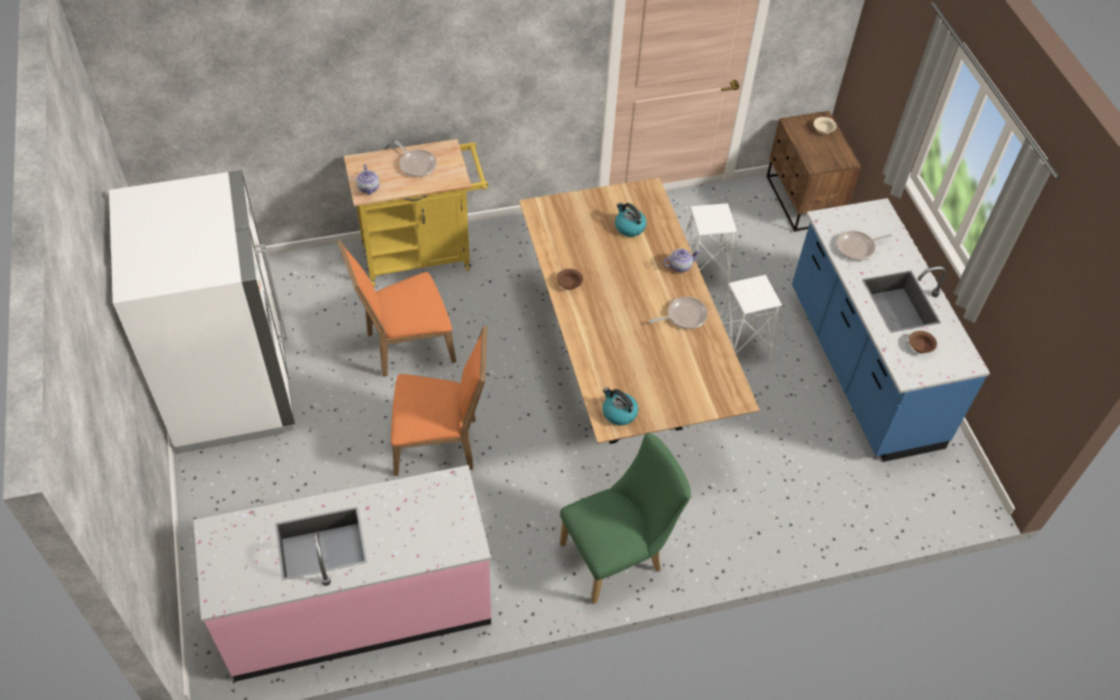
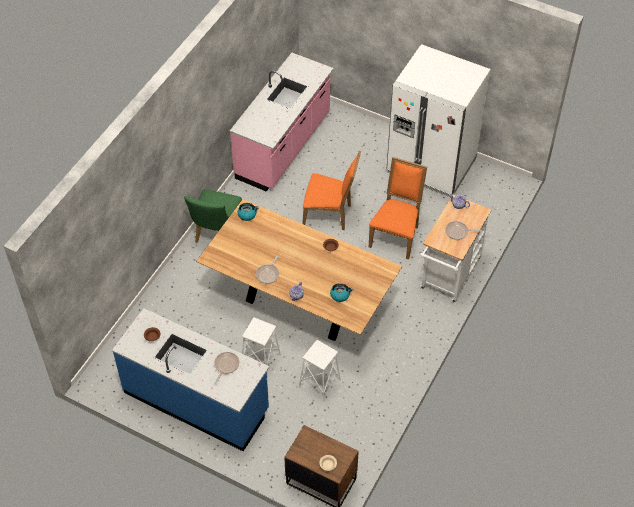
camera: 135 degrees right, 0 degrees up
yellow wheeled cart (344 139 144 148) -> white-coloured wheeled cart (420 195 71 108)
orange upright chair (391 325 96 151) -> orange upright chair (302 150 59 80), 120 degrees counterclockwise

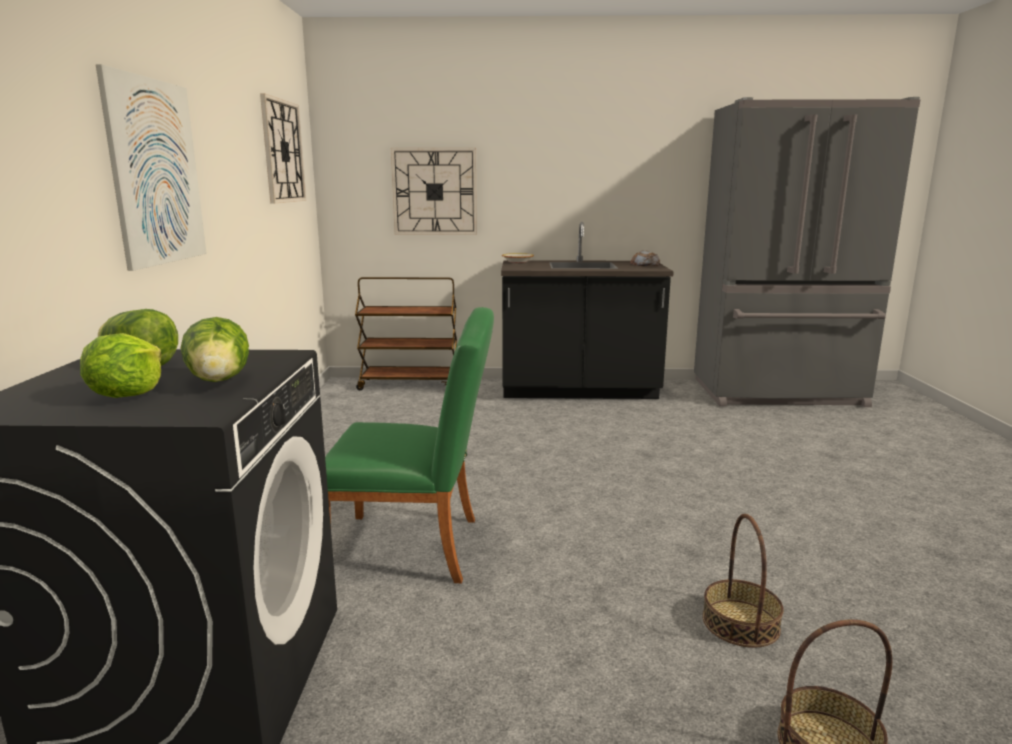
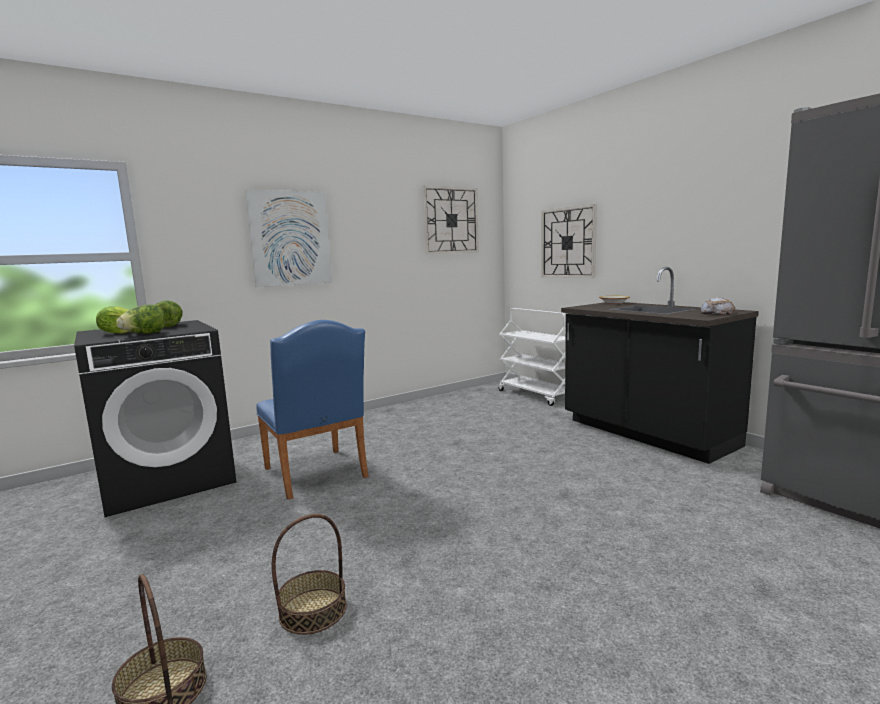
camera: 55 degrees right, 5 degrees down
brown wheeled cart (355 277 102 113) -> white-coloured wheeled cart (499 308 67 98)
green upright chair (325 307 169 276) -> blue-coloured upright chair (256 320 113 180)

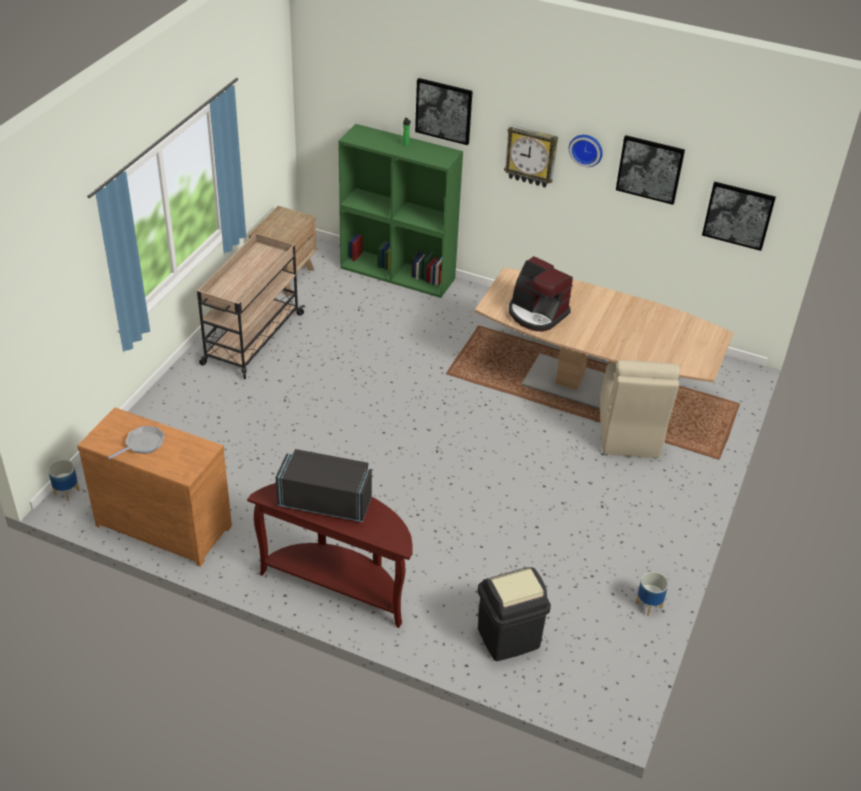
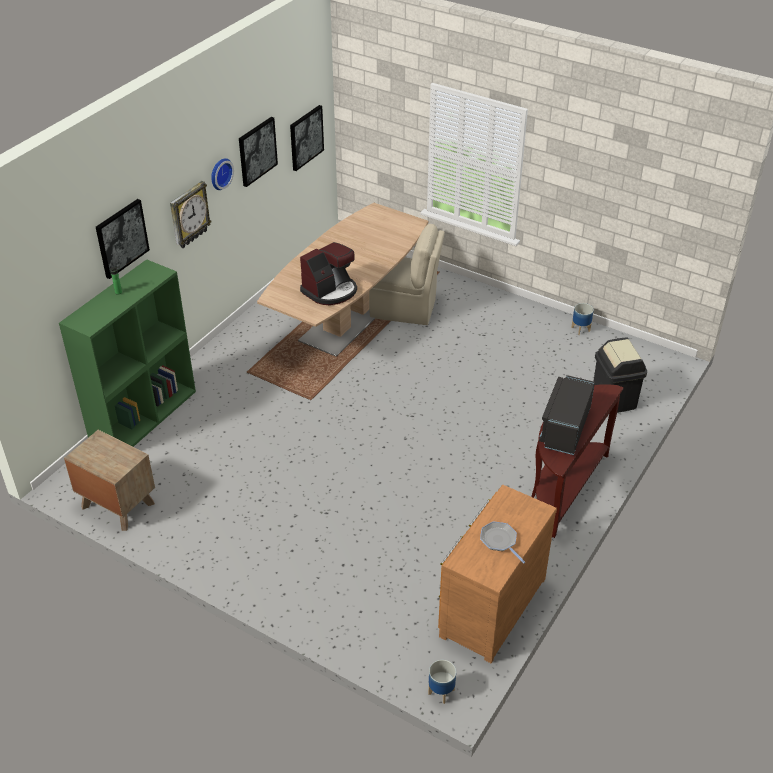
camera: 80 degrees left, 0 degrees up
sand-coloured wheeled cart (197 233 108 146) -> none

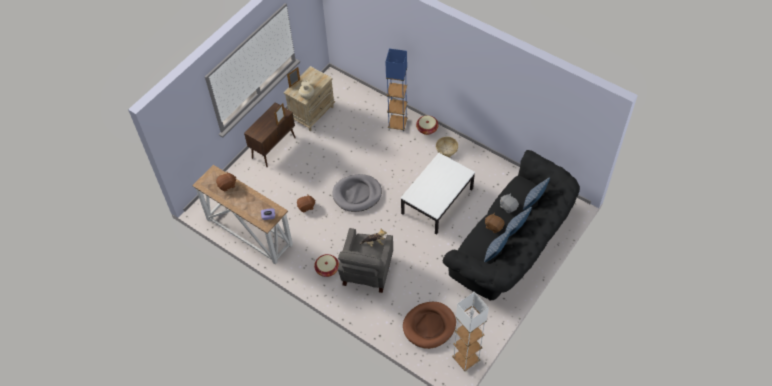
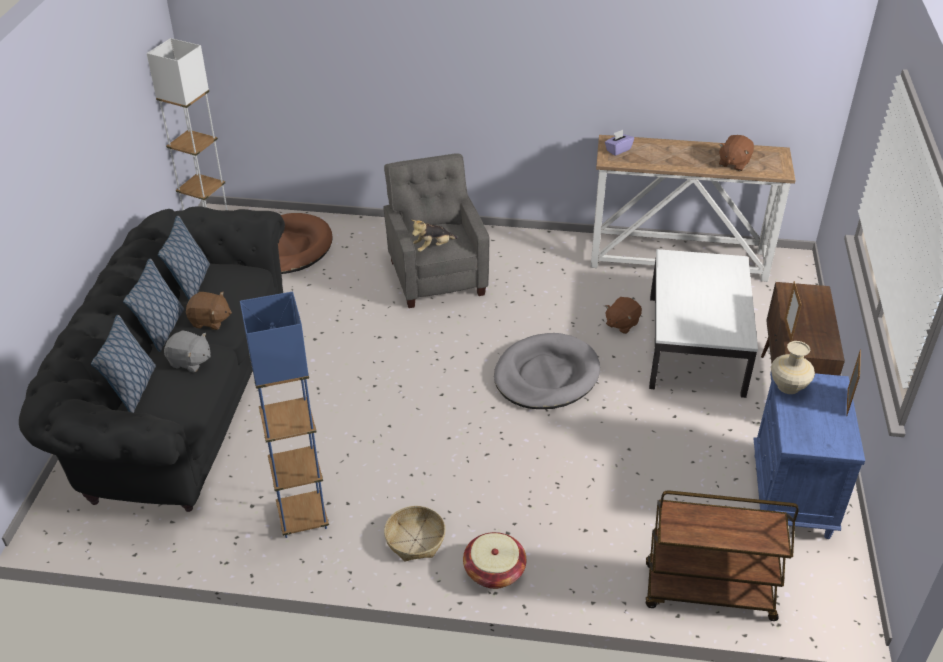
camera: 150 degrees right, 15 degrees down
blue-coloured standing lamp (385 48 23 83) -> blue-coloured standing lamp (240 291 89 247), move
sand-coloured nightstand (284 66 52 65) -> blue-coloured nightstand (753 373 112 166)
white-coloured coffee table (401 153 74 82) -> white-coloured coffee table (649 249 109 149), move
basket (314 254 25 23) -> none
none -> brown wheeled cart (646 491 153 130)

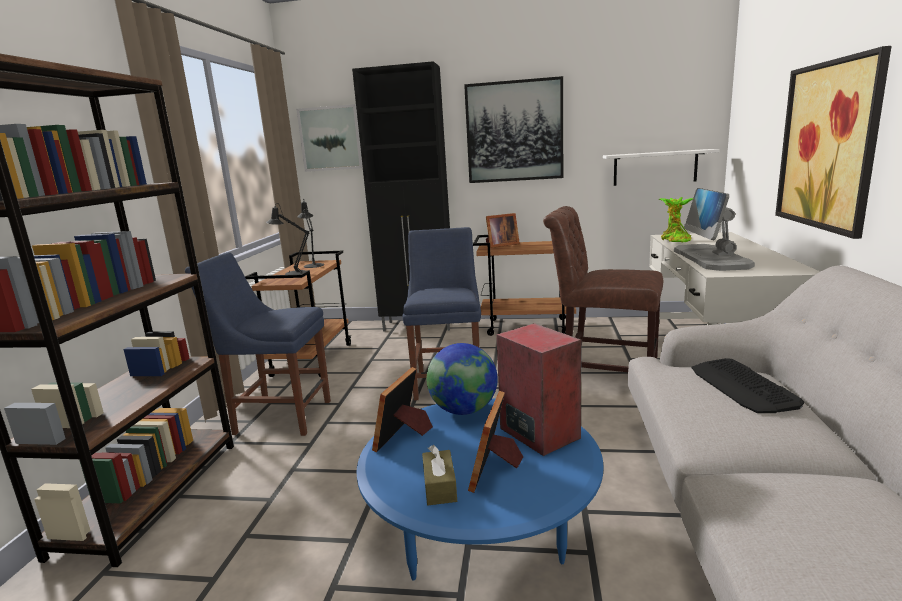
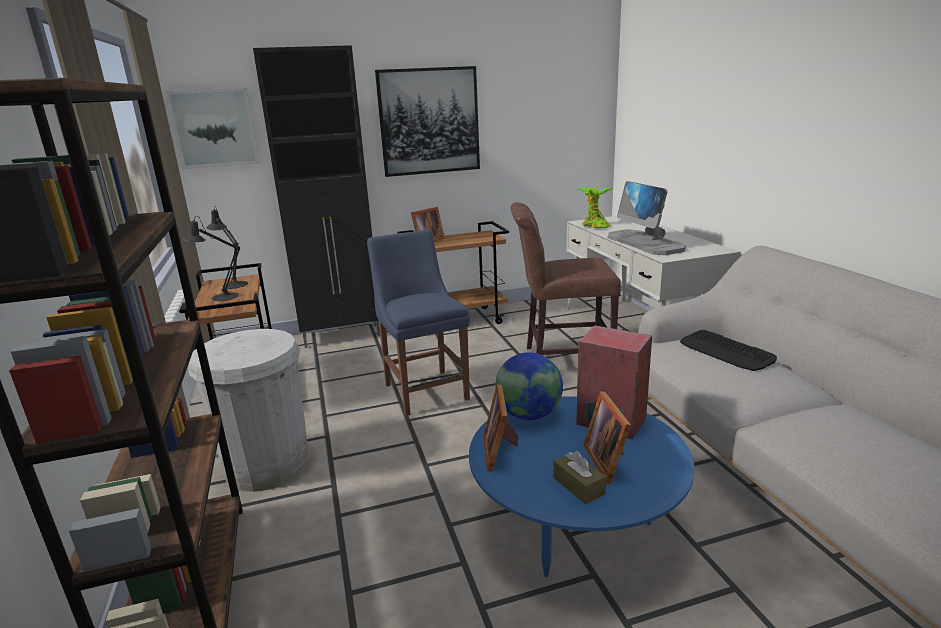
camera: 25 degrees left, 5 degrees up
wall picture (775 46 116 193) -> none
white-coloured bracket shelf (603 149 117 37) -> none
blue-coloured upright chair (185 252 146 184) -> white-coloured waste bin (188 329 121 163)

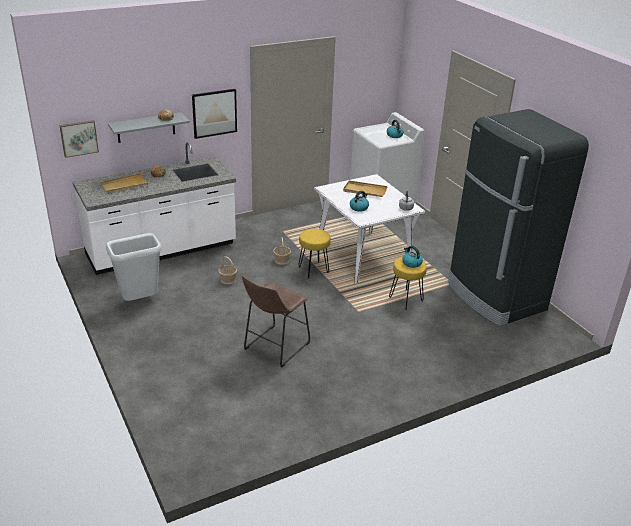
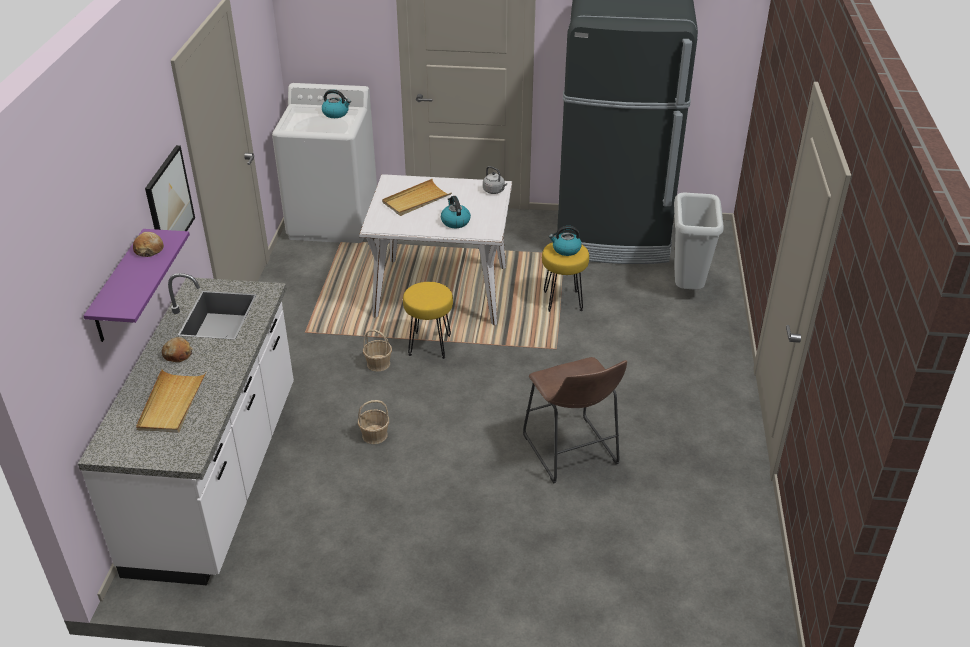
camera: 55 degrees left, 5 degrees up
greyish bracket shelf (108 112 82 31) -> purple bracket shelf (83 229 107 113)
wall picture (59 120 40 38) -> none
greyish waste bin (106 233 56 68) -> greyish waste bin (674 193 50 97), move

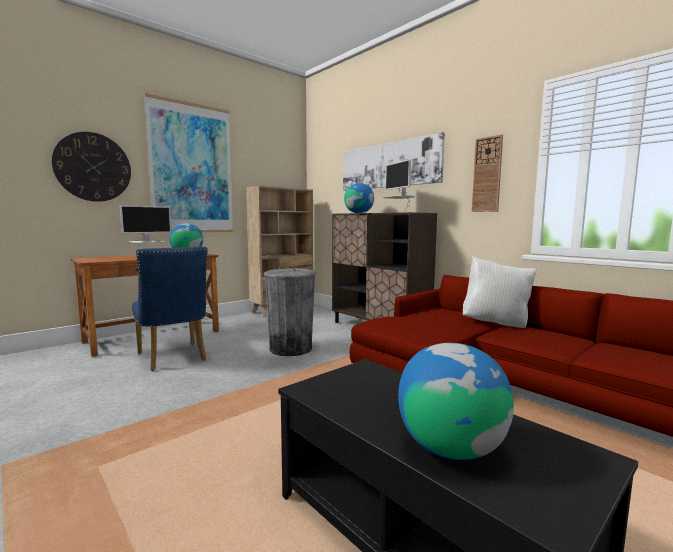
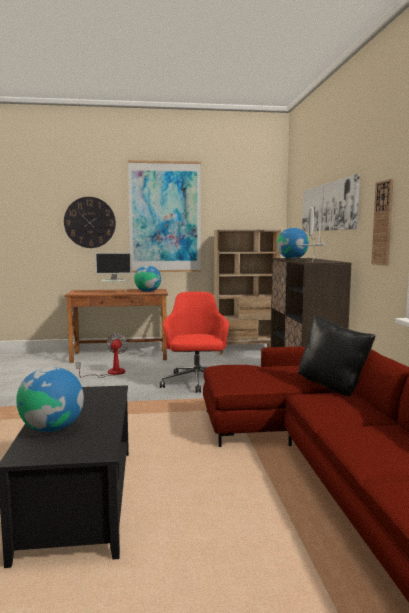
camera: 35 degrees right, 0 degrees up
blue-coloured upright chair (132 247 76 124) -> electric fan (76 333 52 45)
white-coloured throw pillow (463 256 74 72) -> black-coloured throw pillow (298 315 78 82)
greyish waste bin (263 268 53 88) -> red-coloured desk chair (160 292 69 101)

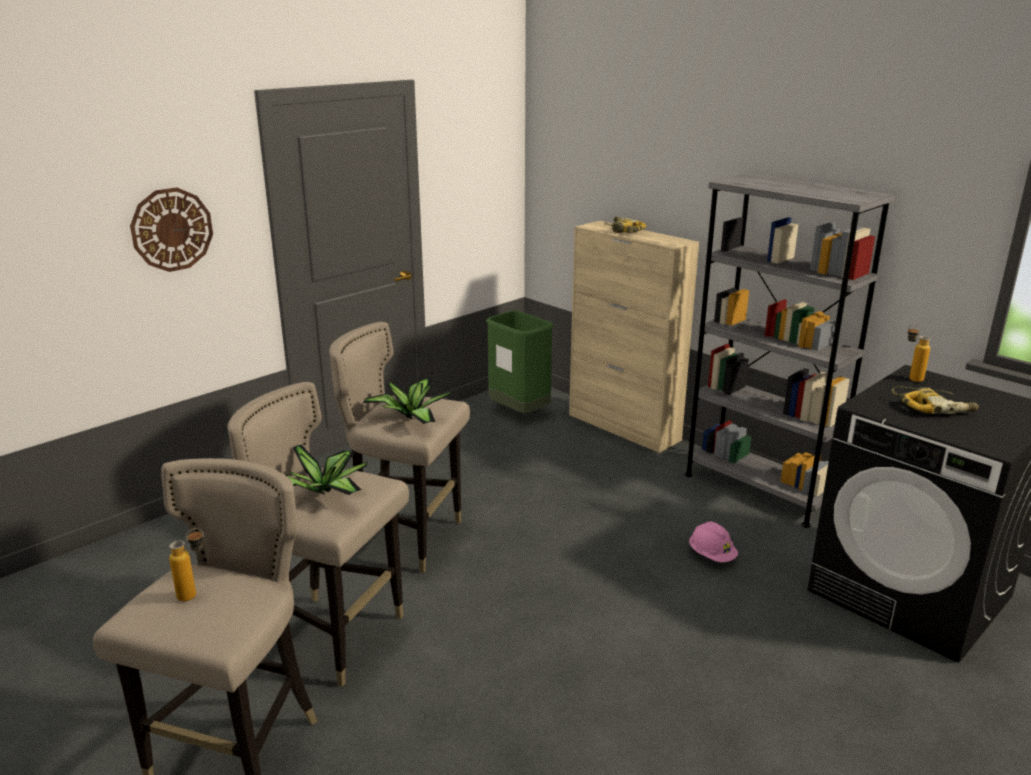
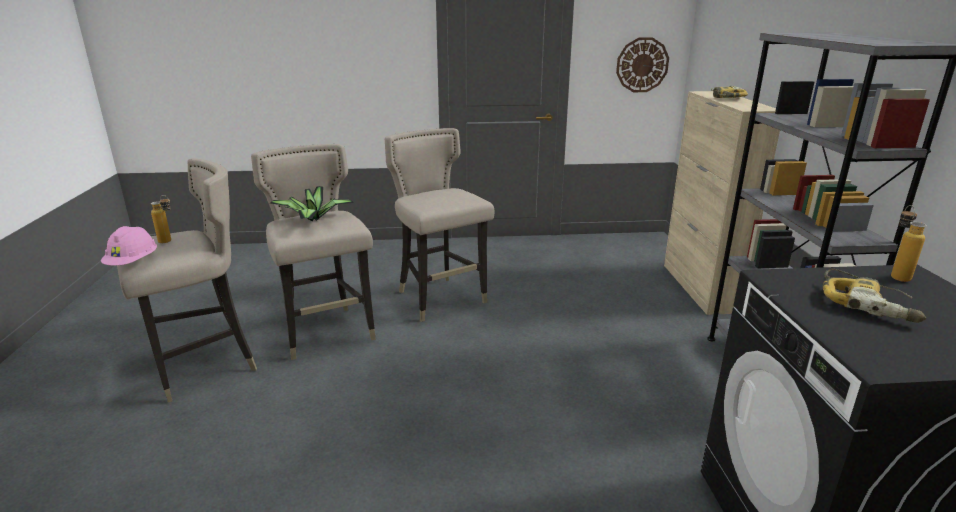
camera: 40 degrees right, 0 degrees up
clock on the wall (130 188 83 84) -> clock on the wall (616 37 53 55), move
green waste bin (486 311 68 102) -> none
houseplant (363 379 89 45) -> none
pink hard hat (689 522 49 40) -> pink hard hat (101 226 56 40), move

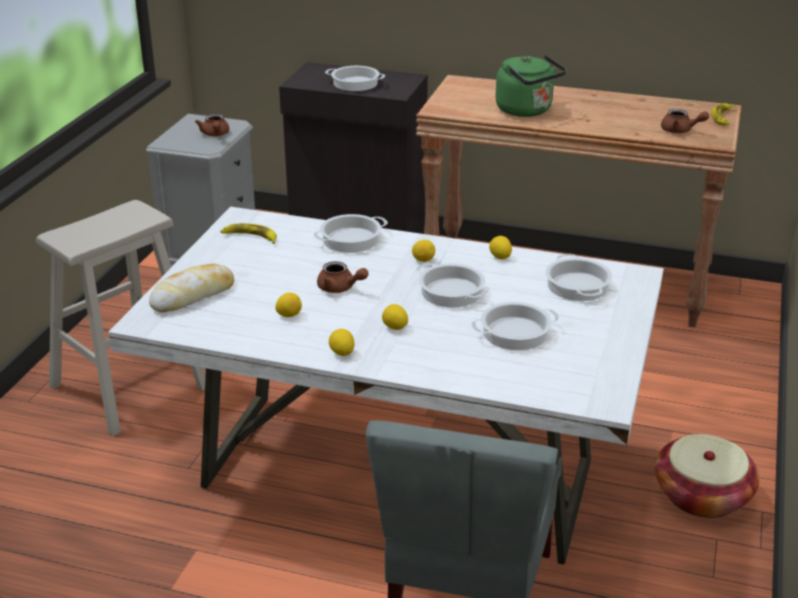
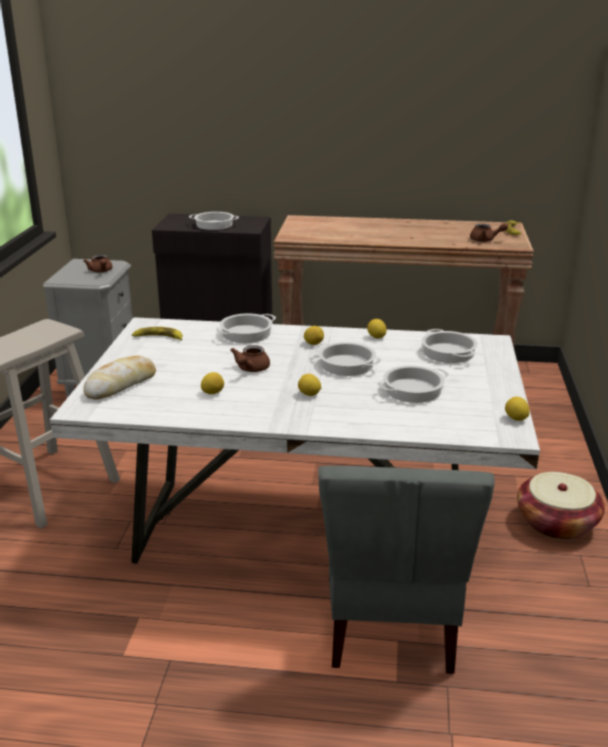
camera: 10 degrees left, 5 degrees down
green kettle (495 55 71 62) -> none
brown tea pot (317 261 52 32) -> brown tea pot (230 345 40 27), 90 degrees clockwise
citrus fruit (329 329 26 27) -> citrus fruit (505 397 25 24), move

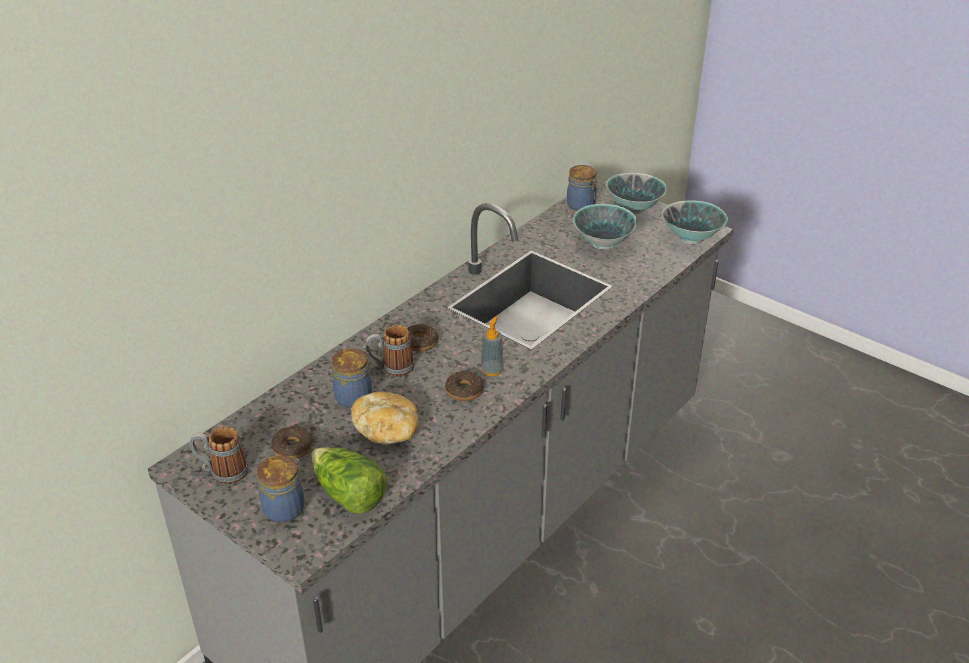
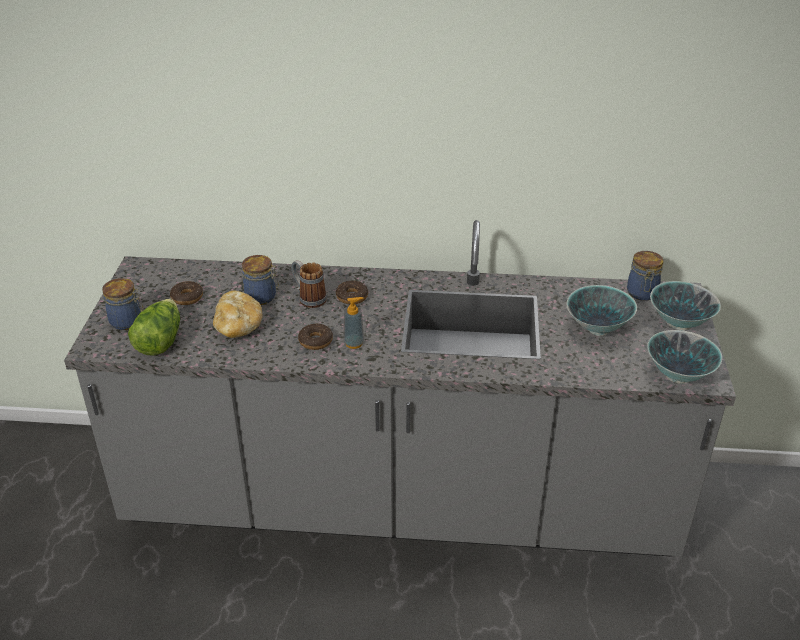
camera: 55 degrees right, 0 degrees up
mug (189 426 59 58) -> none

